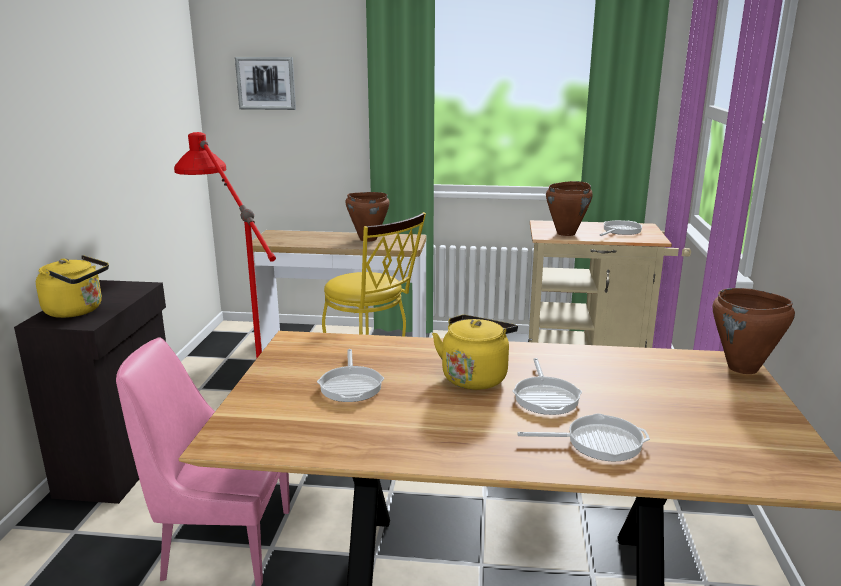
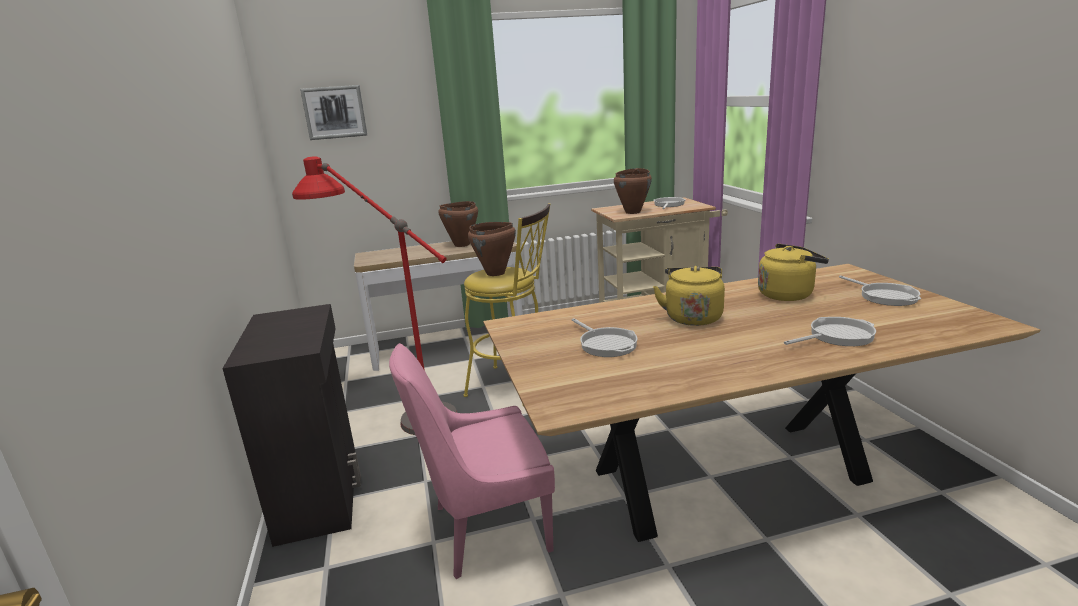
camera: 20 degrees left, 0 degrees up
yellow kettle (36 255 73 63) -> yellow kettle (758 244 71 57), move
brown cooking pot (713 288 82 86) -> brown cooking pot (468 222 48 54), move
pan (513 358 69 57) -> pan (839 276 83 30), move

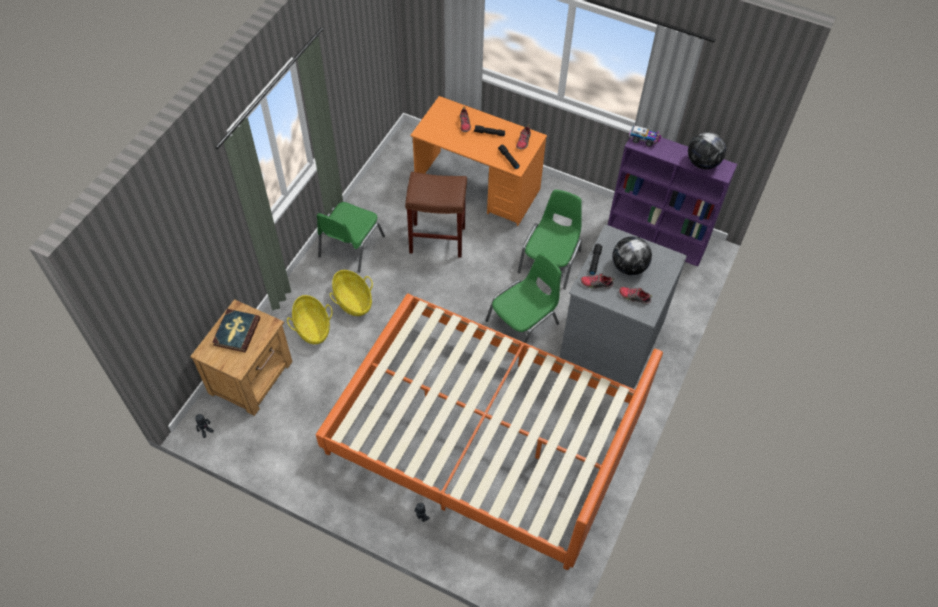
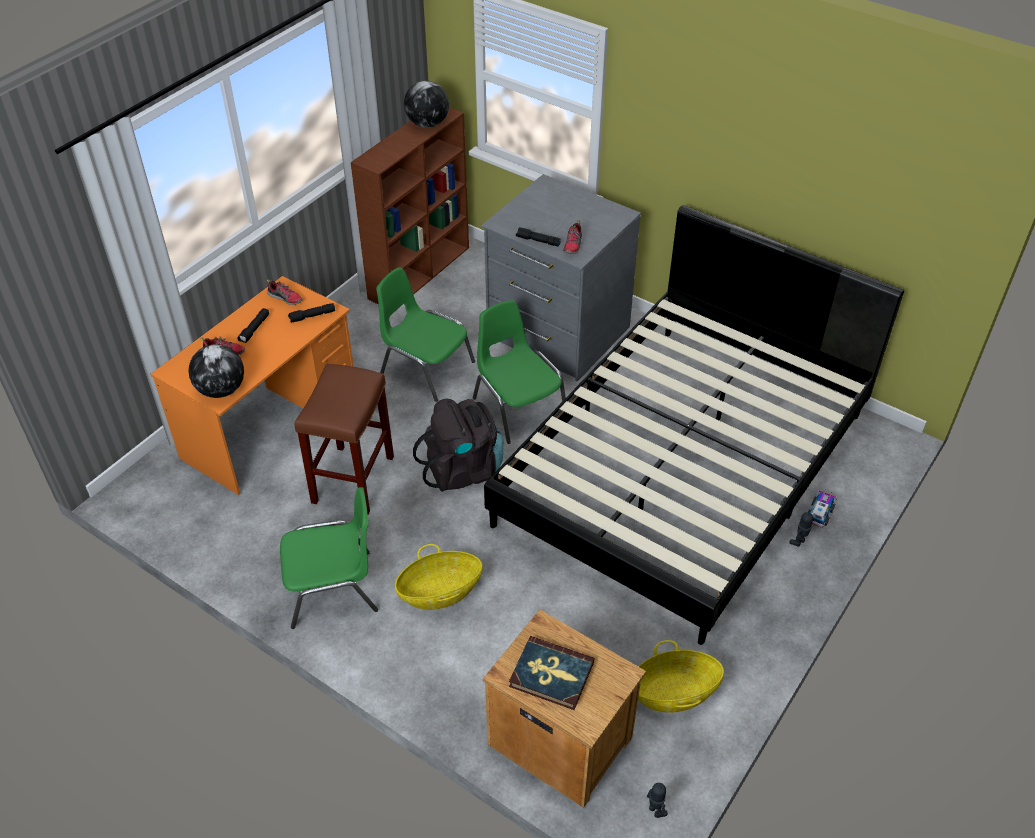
camera: 80 degrees left, 10 degrees down
model truck (629 125 32 22) -> model truck (808 490 29 38), move
purple bookshelf (608 136 129 131) -> brown bookshelf (351 107 118 198)
green upright chair (317 202 68 71) -> green upright chair (280 487 98 142), 45 degrees counterclockwise
world globe (612 236 40 39) -> world globe (188 344 56 54), move
item of footwear (619 287 33 17) -> none
orange sleeping bed (316 294 347 276) -> black-coloured sleeping bed (484 205 420 440)
basket (287 295 45 49) -> basket (638 640 86 73), move
none -> black-coloured backpack (413 399 91 93)

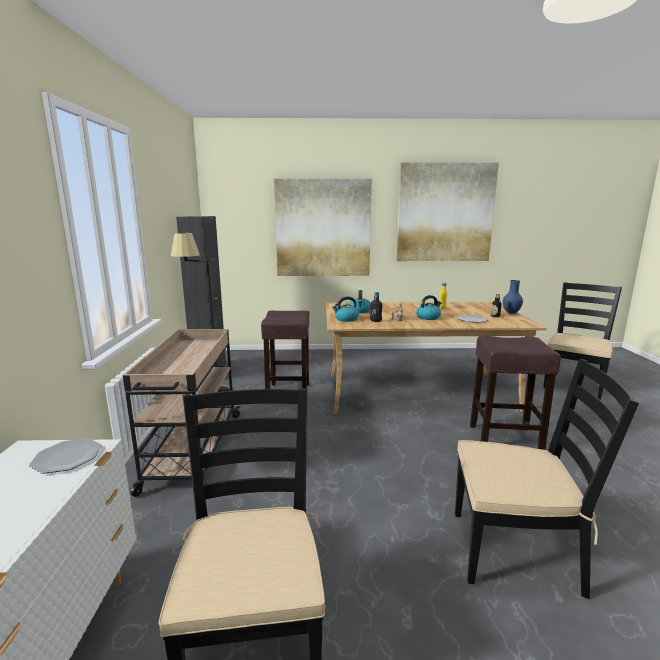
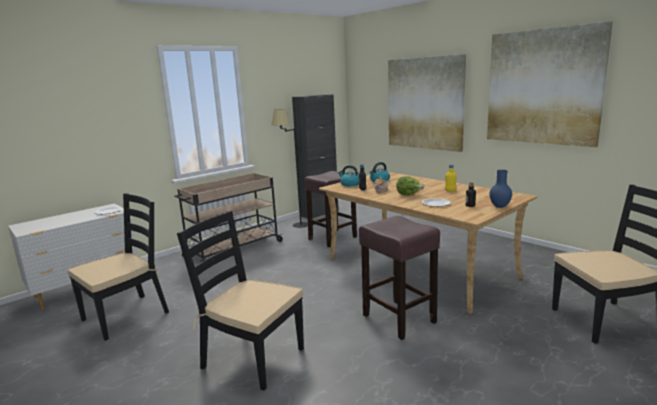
camera: 50 degrees right, 0 degrees up
kettle (416 295 26 25) -> lettuce (396 176 29 19)
black-coloured upright chair (455 359 184 240) -> black-coloured upright chair (177 211 127 180), 150 degrees clockwise

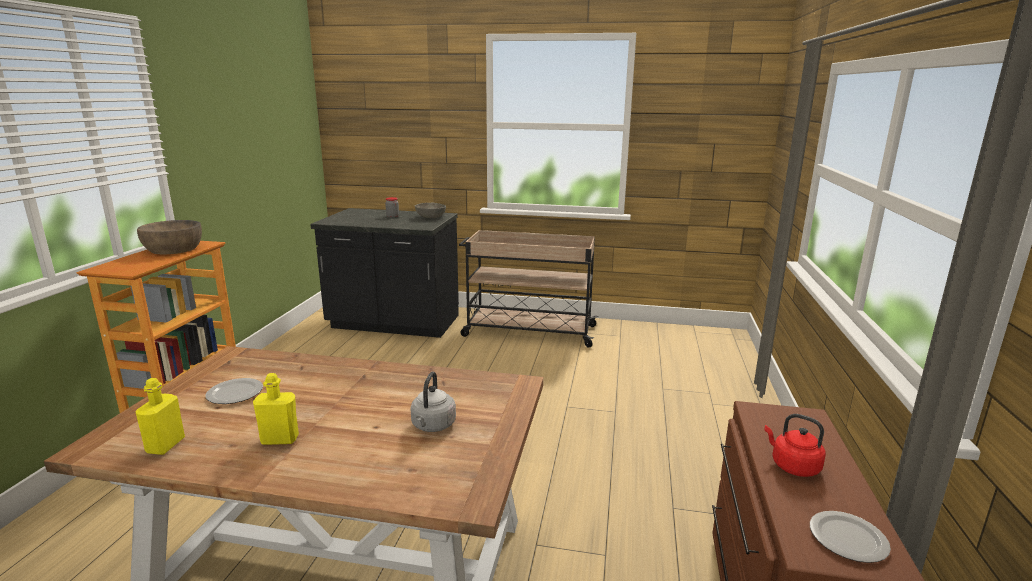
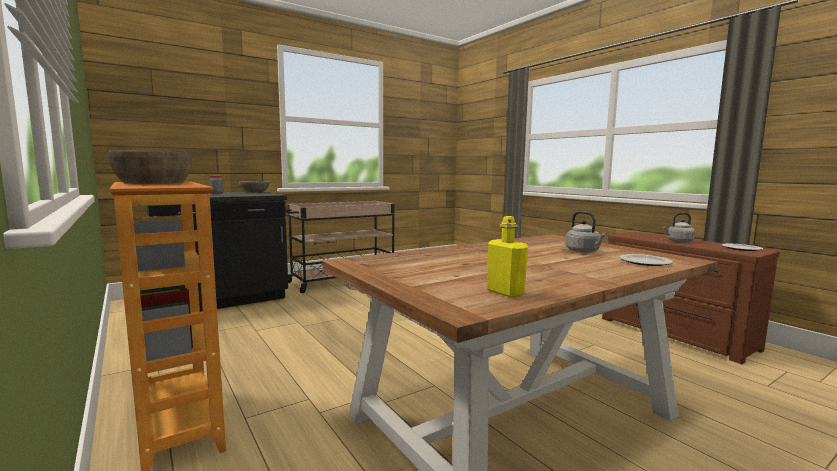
camera: 45 degrees left, 10 degrees down
yellow drink bottle (253 373 46 72) -> none
dinner plate (205 378 58 26) -> dinner plate (619 254 54 12), move
red-coloured kettle (764 414 62 63) -> greyish kettle (662 213 33 30)

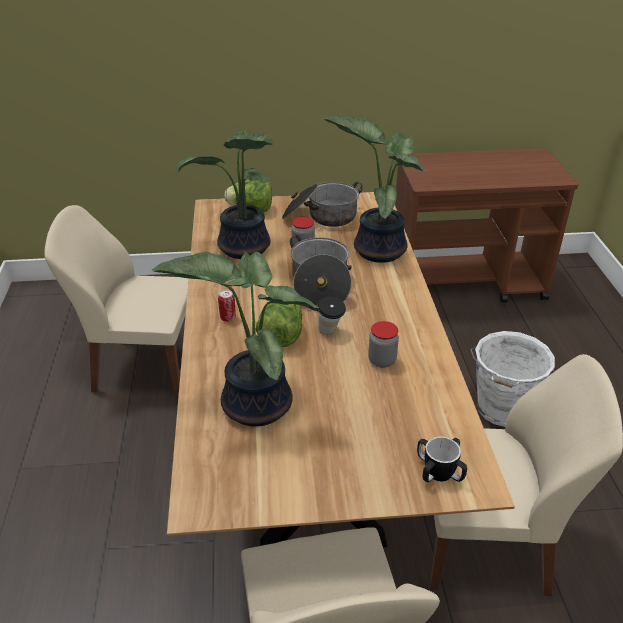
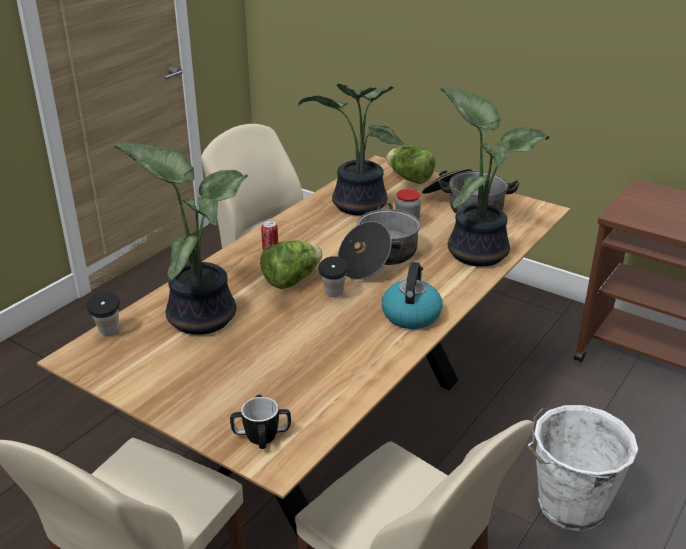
camera: 40 degrees right, 5 degrees down
jar (368 321 31 47) -> none
none -> kettle (382 262 61 67)
none -> drinking cup (86 292 34 43)

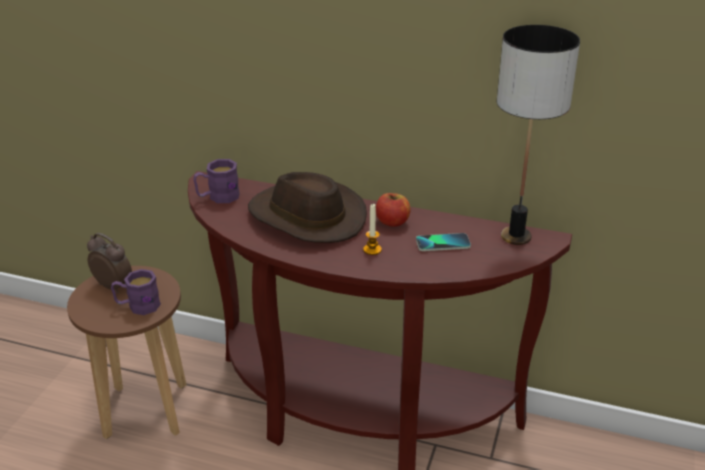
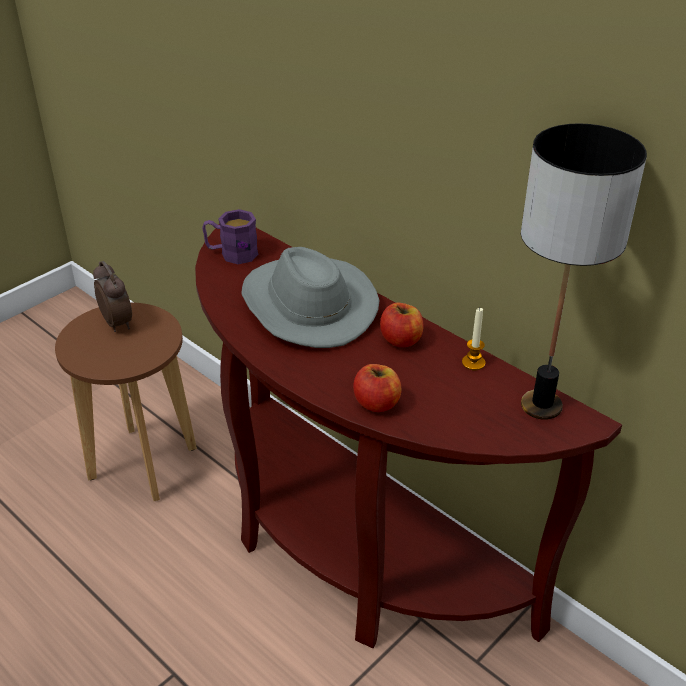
camera: 25 degrees right, 5 degrees up
brown clothing hat (248 172 119 71) -> greyish clothing hat (241 247 139 101)
wax candle (363 204 19 51) -> wax candle (462 308 23 62), move
telephone (416 233 55 18) -> none
purple mug (111 269 50 46) -> none
none -> apple fruit (353 364 49 48)

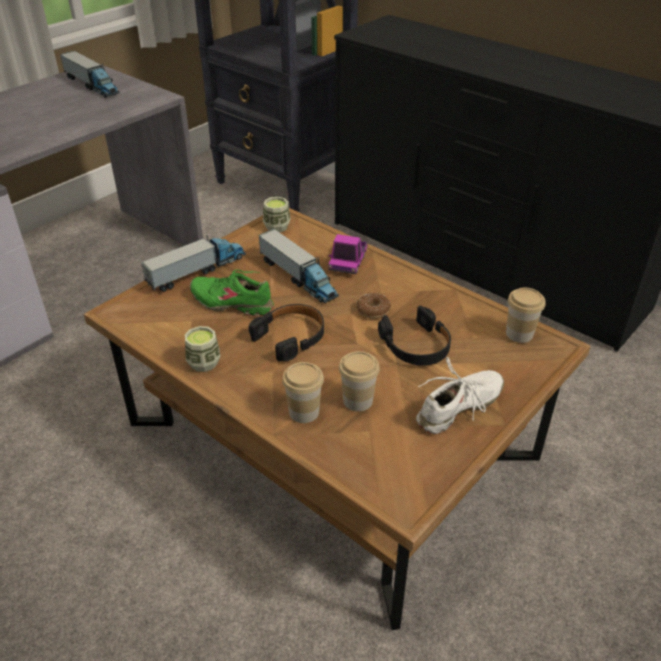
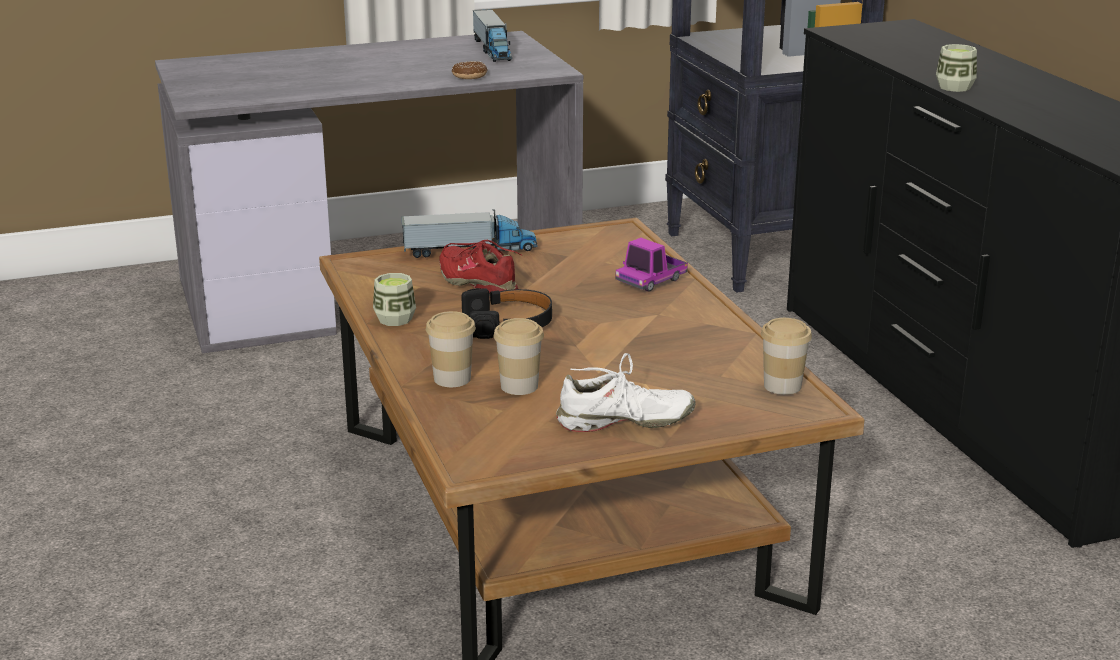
camera: 30 degrees right, 15 degrees down
drinking cup (263 197 28 35) -> drinking cup (936 44 41 48), move
model truck (258 229 81 74) -> none
green item of footwear (190 269 84 47) -> red-coloured item of footwear (439 240 82 57)
donut (356 293 35 26) -> donut (452 61 35 18), move
black-coloured headphones (378 306 73 60) -> none

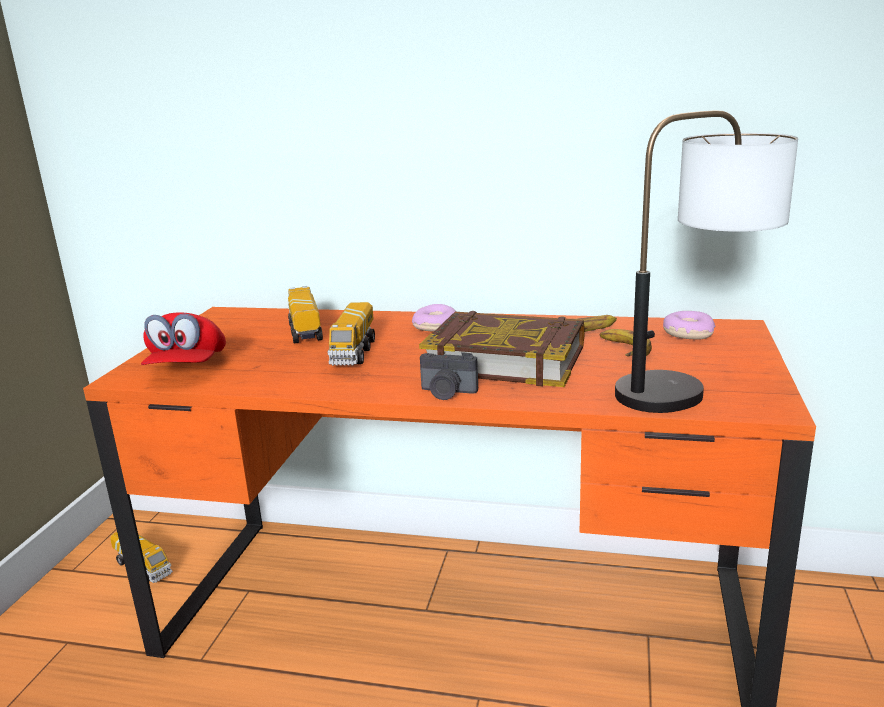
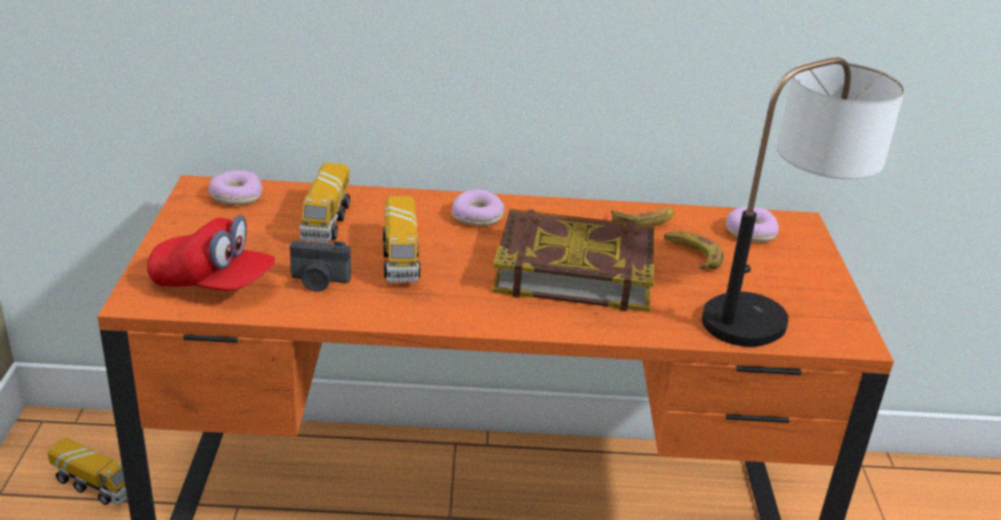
camera: 15 degrees left, 10 degrees up
model truck (288 286 35 58) -> model truck (299 163 51 80), 150 degrees counterclockwise
red-coloured cap (141 312 85 53) -> red-coloured cap (147 215 128 76), 60 degrees counterclockwise
photo camera (420 352 58 48) -> photo camera (290 241 61 51), move
none -> donut (209 170 54 35)

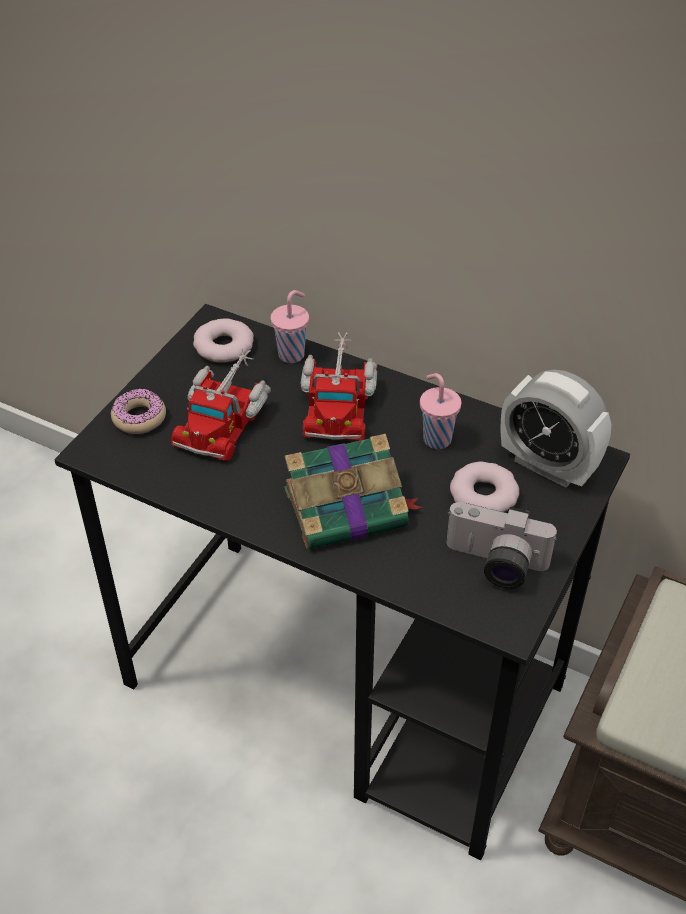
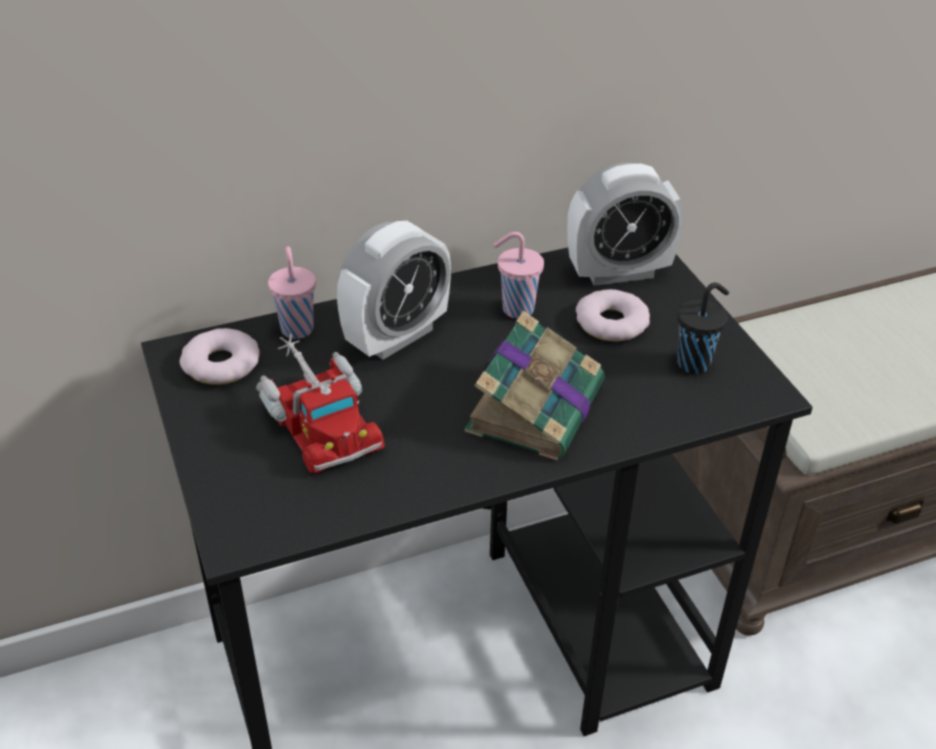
camera: 50 degrees left, 5 degrees down
model truck (301 332 76 109) -> alarm clock (337 221 114 139)
donut (111 389 55 45) -> none
photo camera (447 502 110 87) -> black-coloured drinking cup (677 283 52 91)

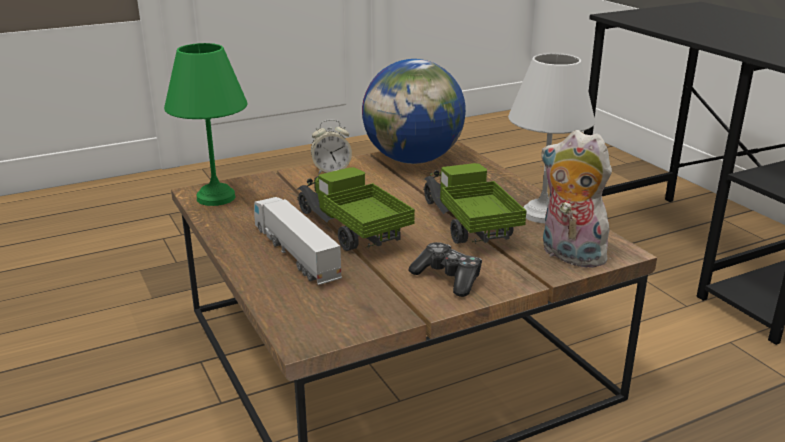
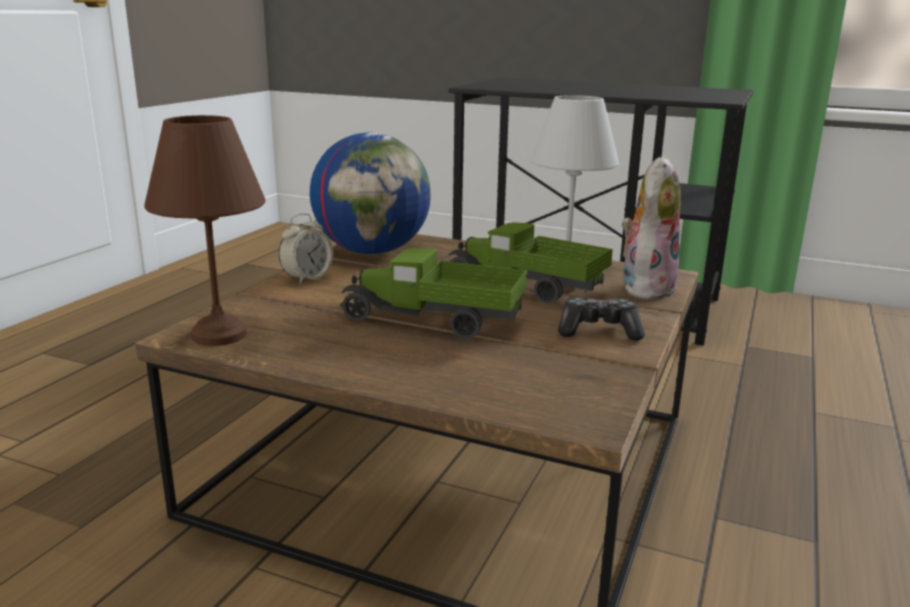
camera: 40 degrees left, 5 degrees down
green lamp for a table (164 43 83 163) -> brown lamp for a table (144 115 122 231)
cuddly toy (540 130 72 138) -> cuddly toy (621 155 60 144), 120 degrees clockwise
model truck (254 197 88 88) -> none

